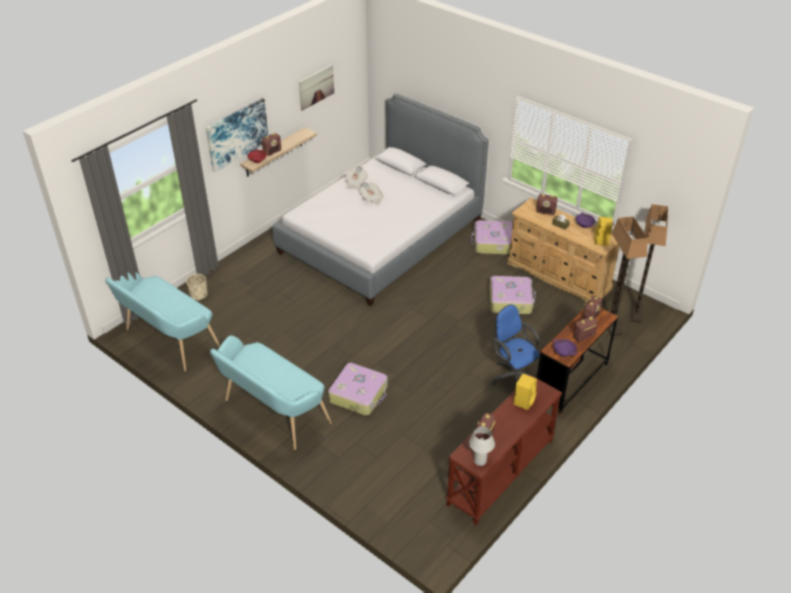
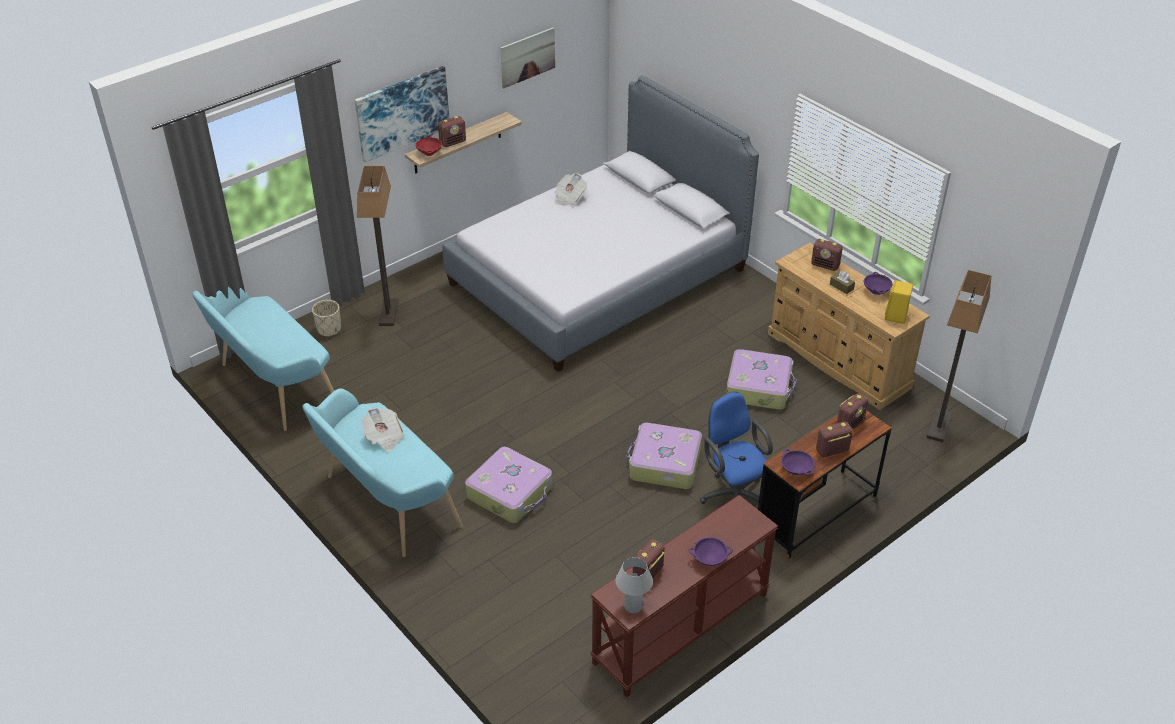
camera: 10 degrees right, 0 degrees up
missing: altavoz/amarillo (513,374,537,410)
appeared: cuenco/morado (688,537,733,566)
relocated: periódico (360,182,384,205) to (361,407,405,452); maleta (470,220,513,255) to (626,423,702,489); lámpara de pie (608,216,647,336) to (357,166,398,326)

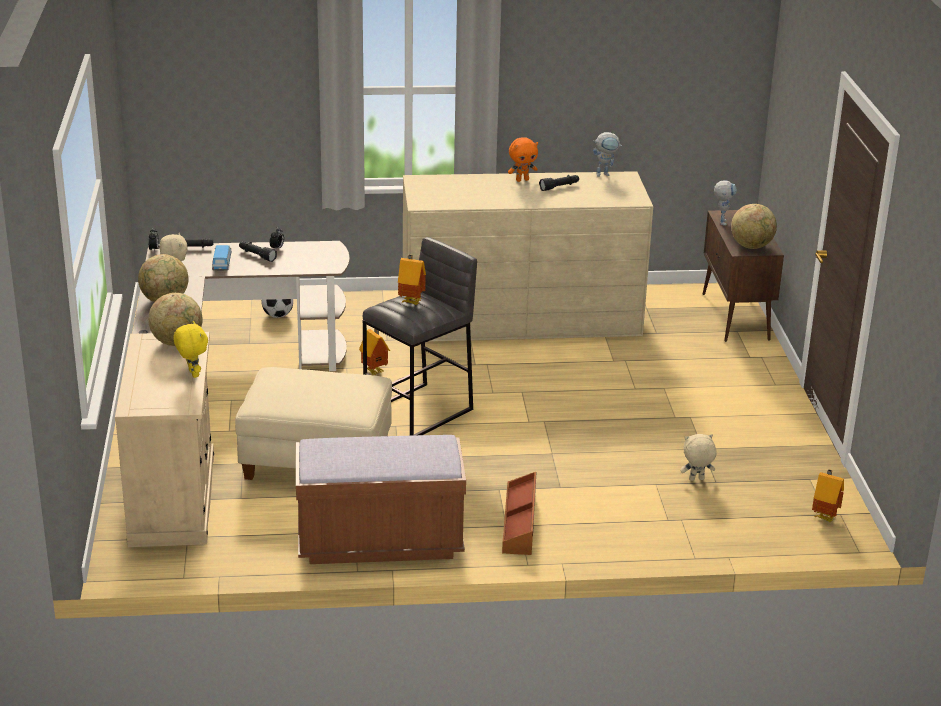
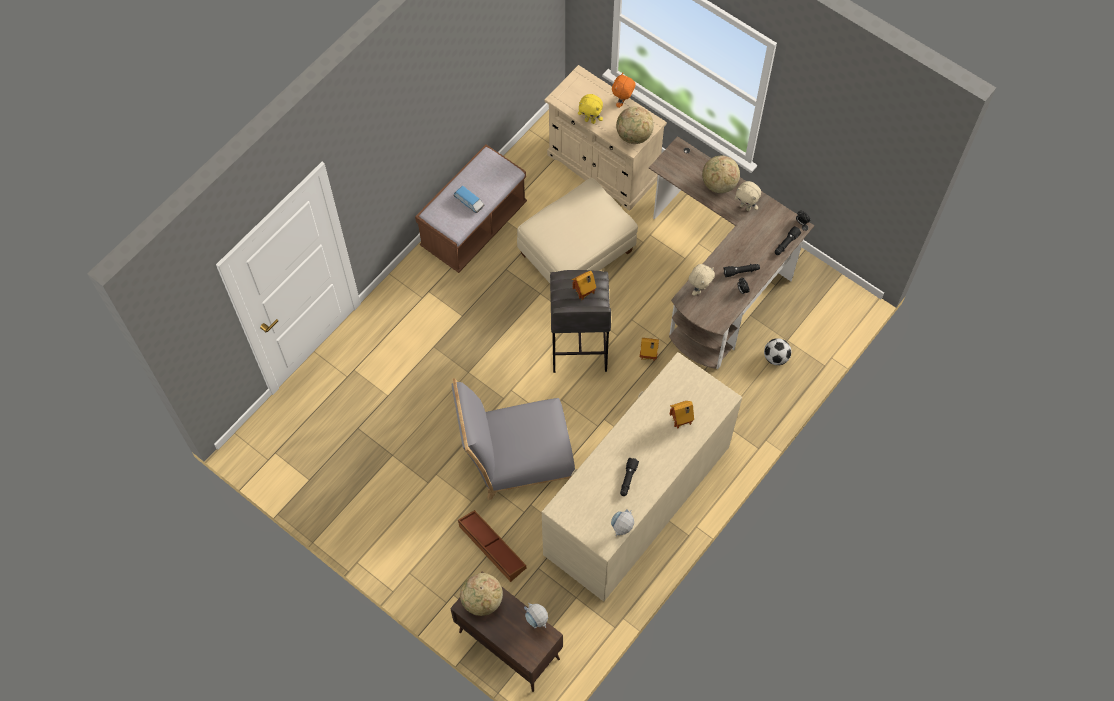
camera: 135 degrees right, 35 degrees up
appeared: silla/gris (451,378,575,500)
relocated: coche de juguete (212,245,232,270) to (454,185,485,213); caja de almacenaje/marrón (502,472,537,555) to (458,510,526,582); peluche/naranja (508,138,538,182) to (612,73,636,108); peluche/beis (680,434,717,481) to (689,264,715,296); casita (812,469,844,523) to (670,401,694,429)

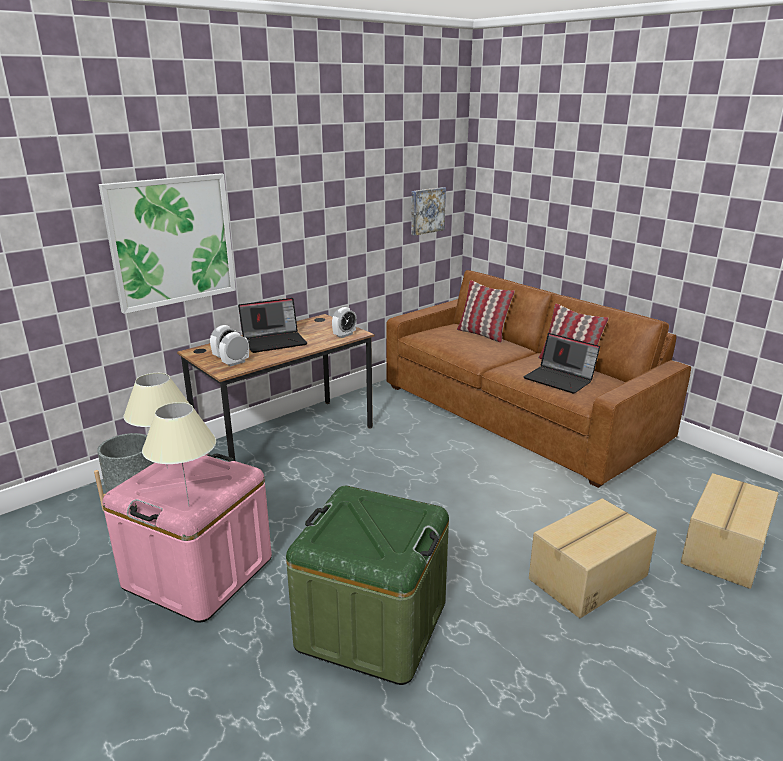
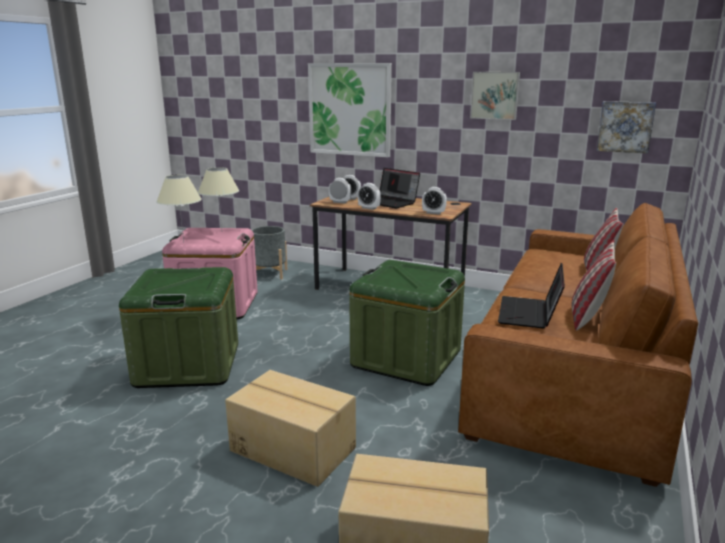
camera: 65 degrees right, 5 degrees down
appeared: caja de almacenaje/verde (349,260,465,386); despertador (357,183,381,210); cuadro (470,72,520,120)

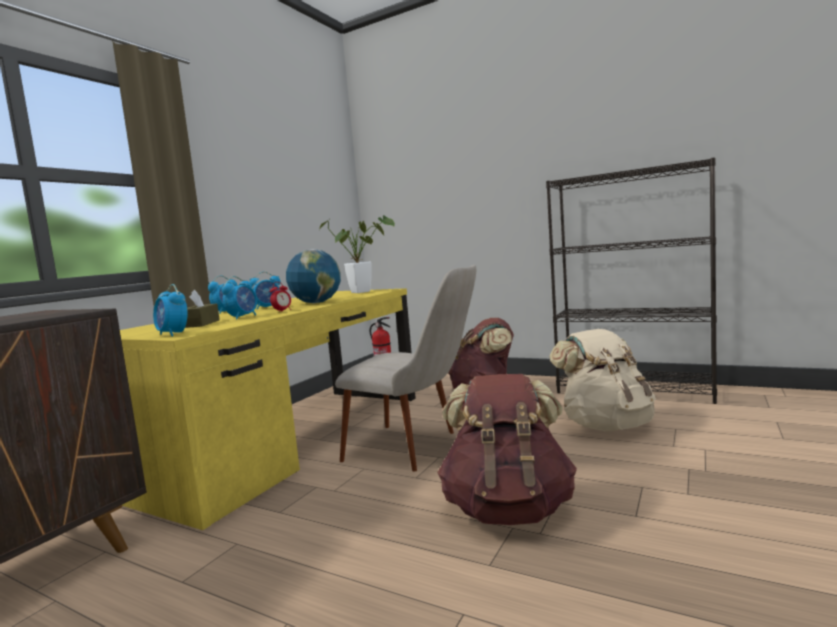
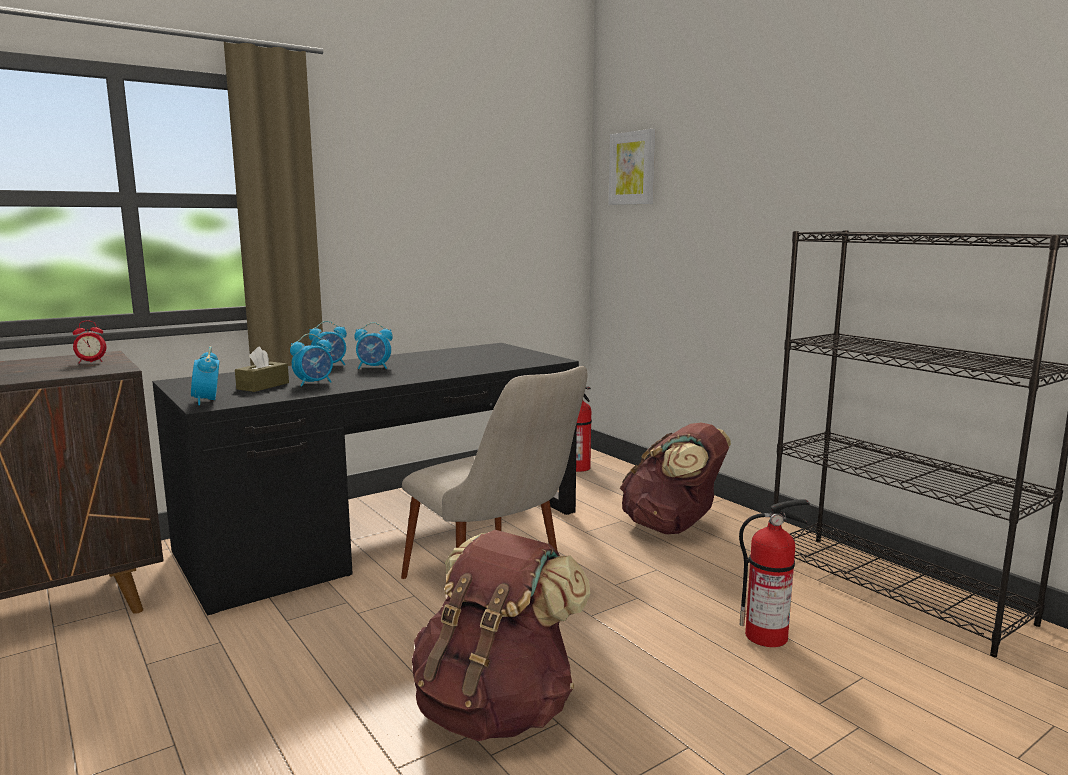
camera: 25 degrees right, 5 degrees up
missing: globo terráqueo (286,249,341,303); planta en maceta (320,215,395,293)
appeared: cuadro (609,129,655,205)
relocated: despertador (270,282,291,312) to (73,321,106,364)
exchanged: mochila/beis (549,329,656,431) to extintor (739,499,810,647)
colour: escritorio/amarillo (120,288,416,530) to escritorio/negro (152,343,579,616)

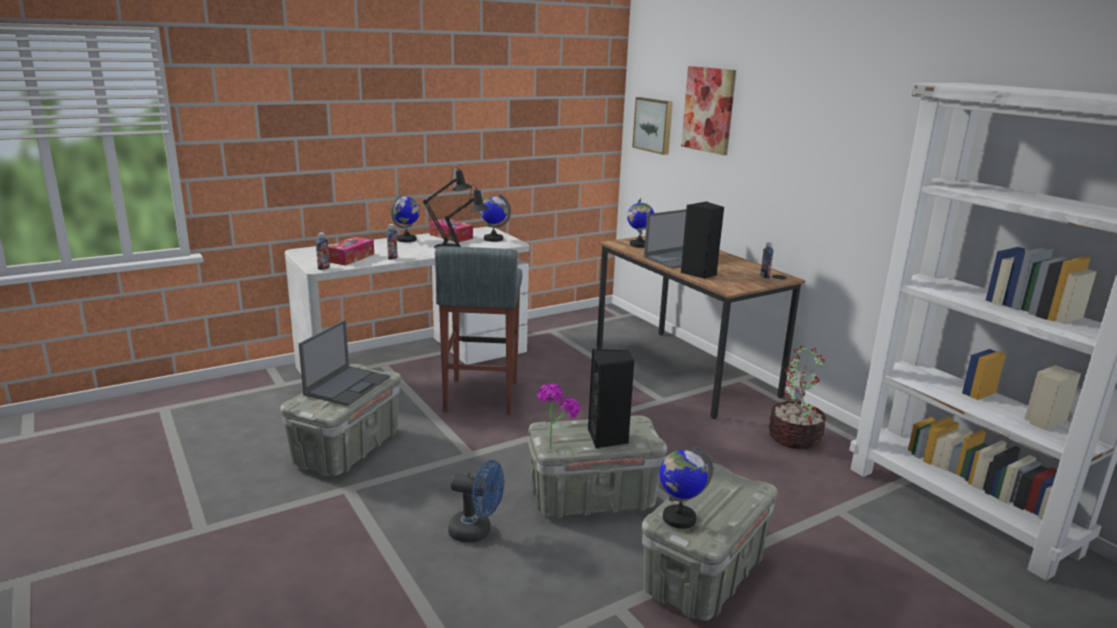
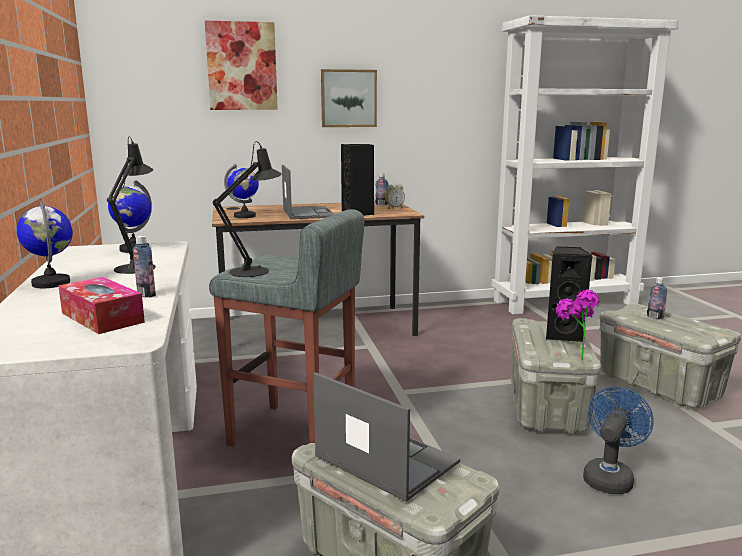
camera: 70 degrees left, 5 degrees down
missing: caja de pañuelos (429,218,473,242); globo terráqueo (659,447,713,529); planta en maceta (769,346,826,450)
appeared: despertador (385,184,405,209)
relocated: botella (316,233,330,270) to (647,278,667,319); cuadro (632,97,673,155) to (321,69,377,127)

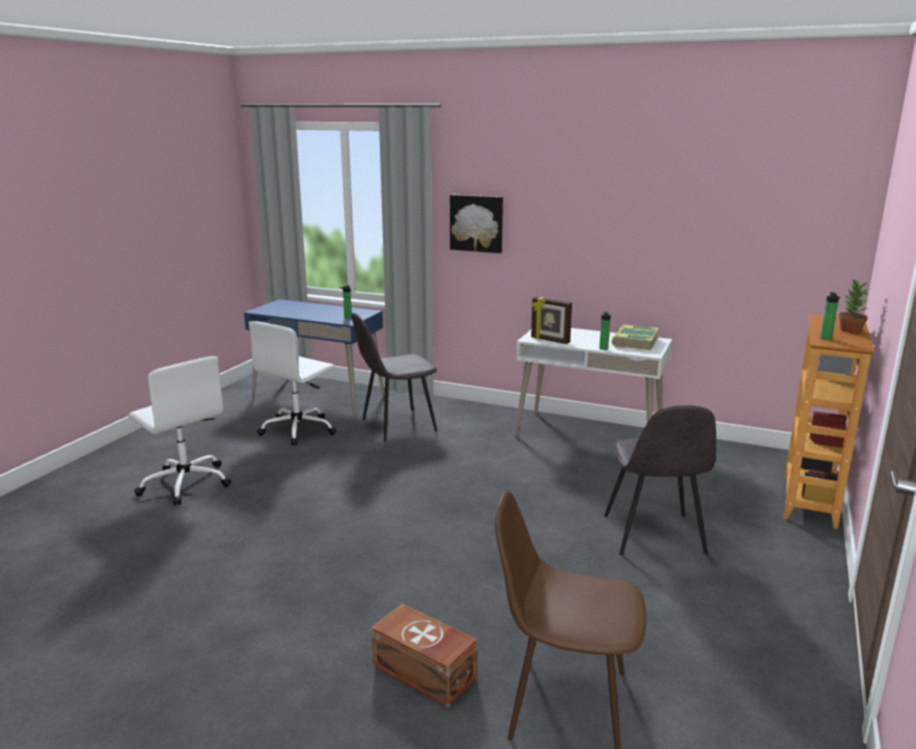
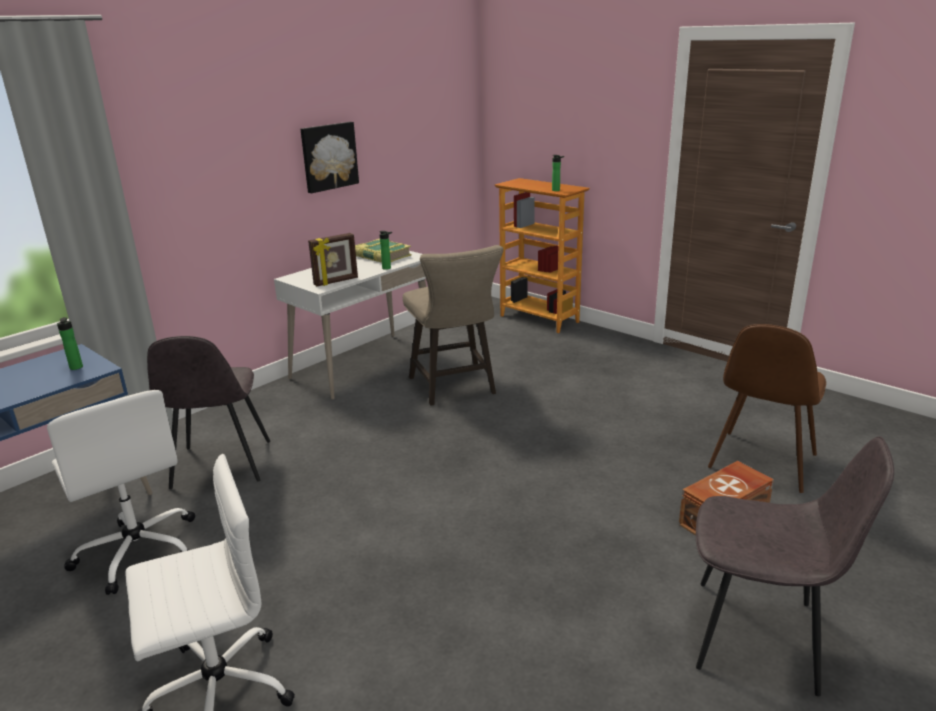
camera: 70 degrees left, 5 degrees up
missing: planta en maceta (838,279,871,333)
appeared: taburete/beis (403,245,503,406)
relocated: cuadro (450,195,503,253) to (300,122,359,193); silla/gris (604,405,716,555) to (696,436,894,696)

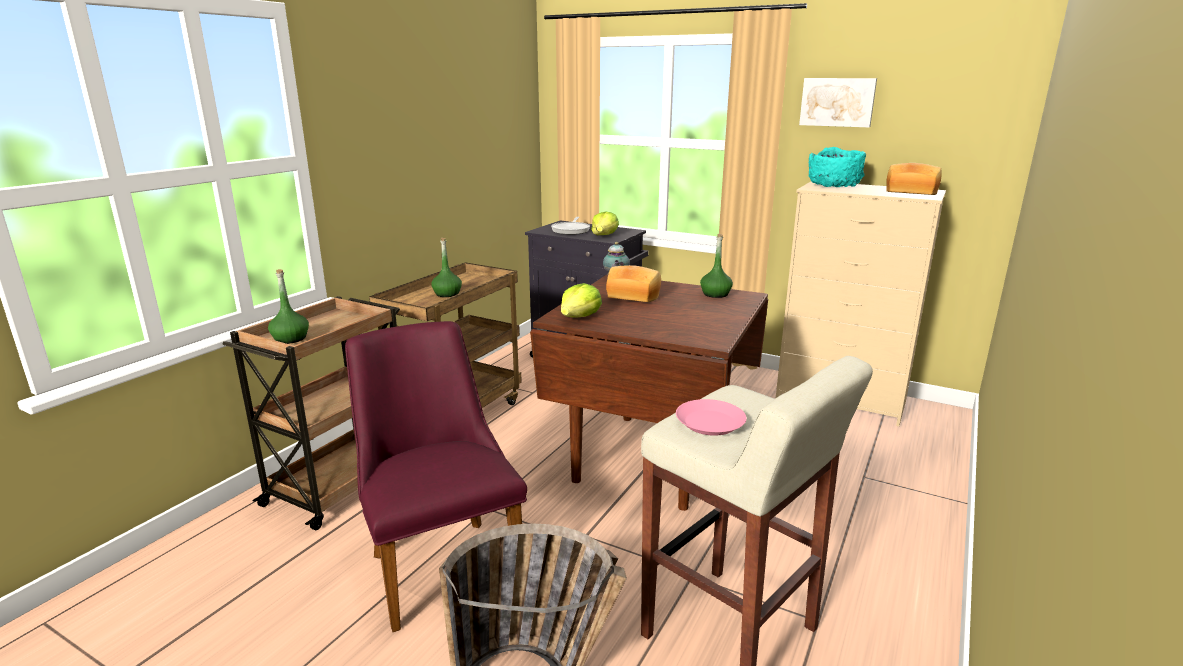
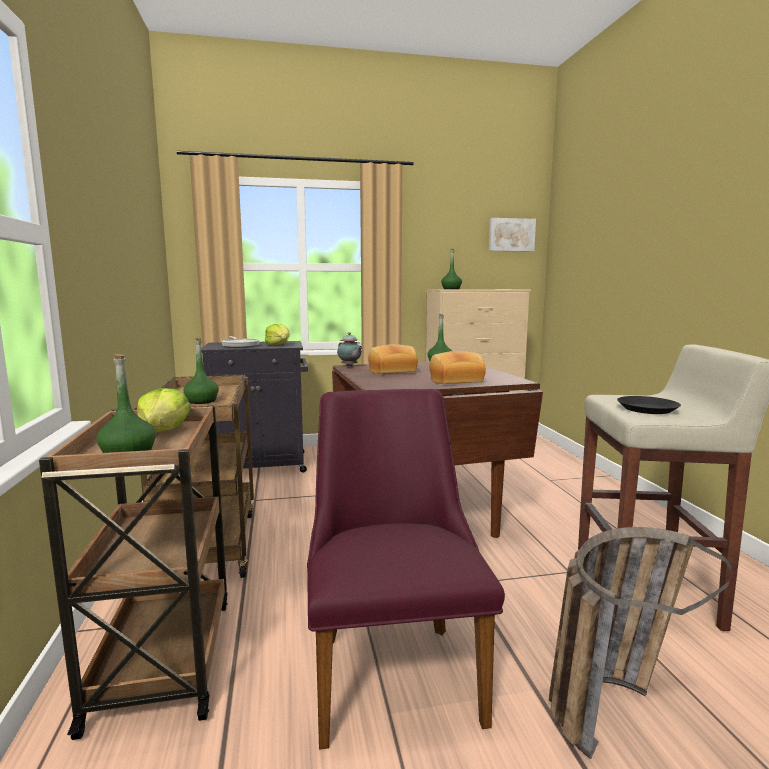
camera: 40 degrees left, 10 degrees down
relocated: lechuga (561,283,602,318) to (137,388,190,432); cuadro (799,78,877,127) to (489,218,536,252); pan (886,163,942,195) to (429,351,486,384)
exchanged: cuenco/turquesa (809,147,866,187) to botella/verde (441,249,462,289)
colour: plato/rosa (676,399,747,436) to plato/negro (617,396,681,414)
spun: silla/morado (345,321,527,632) = (307,389,505,750) 60 degrees clockwise

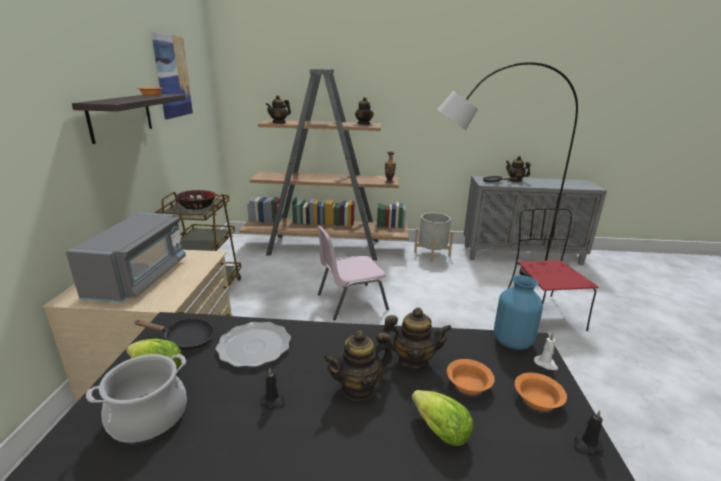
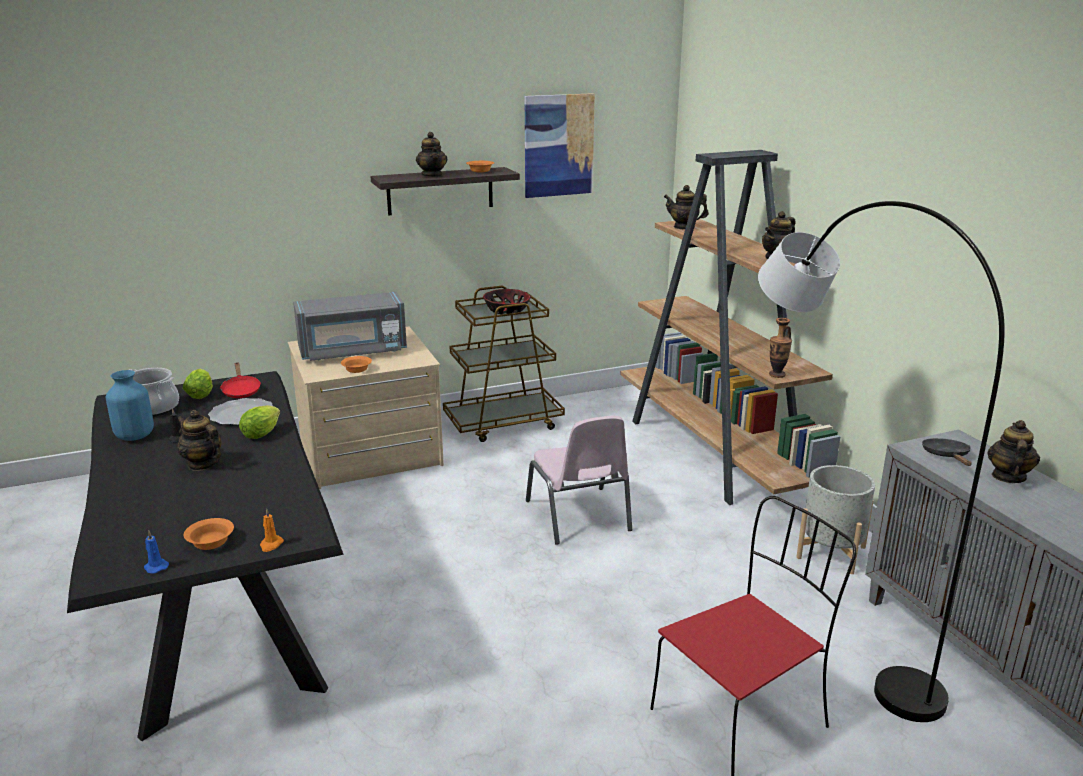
camera: 65 degrees right, 0 degrees up
relocated: tetera (382,307,452,371) to (416,132,447,177); lechuga (412,390,473,446) to (239,405,280,439); cuenco/naranja (447,359,495,395) to (341,356,372,373); florero/azul (494,275,543,350) to (106,370,154,441)
colour: sartén/negro (134,319,214,350) to sartén/rojo (220,362,261,398); vela/blanco (534,333,558,370) to vela/naranja (260,509,284,552); vela/negro (574,410,604,455) to vela/azul (144,531,169,574)
spun: silla/rosa (317,226,389,320) = (526,416,632,545) 150 degrees counterclockwise

